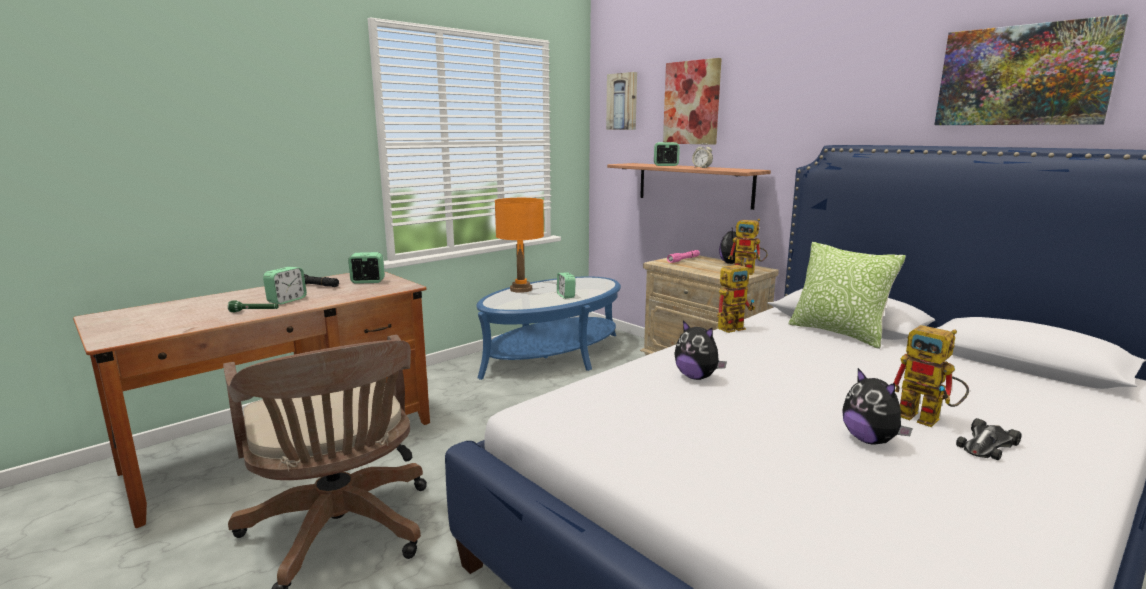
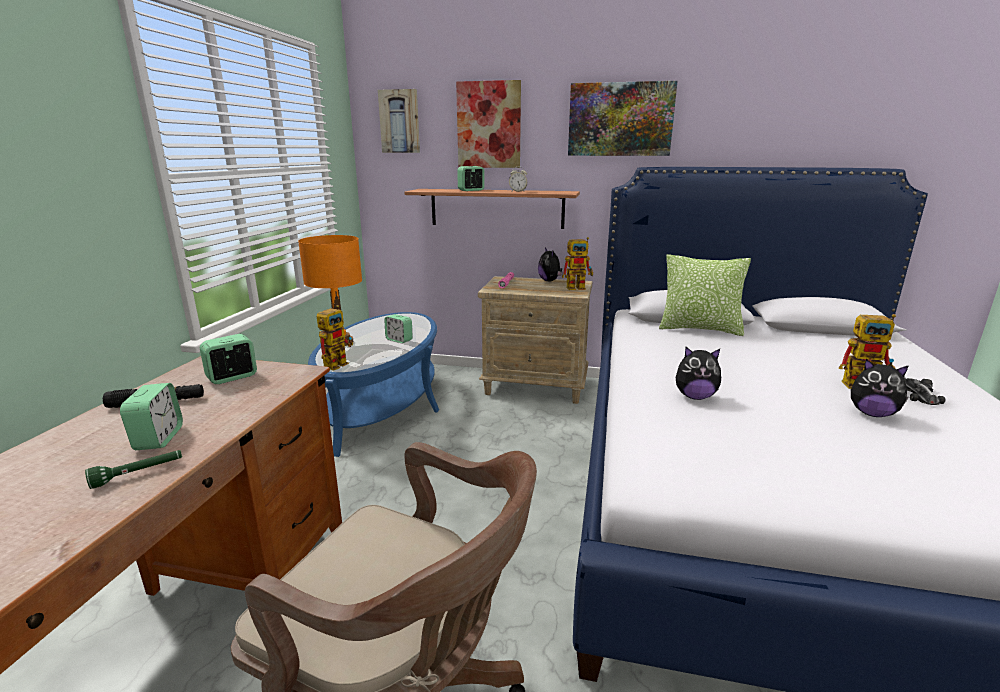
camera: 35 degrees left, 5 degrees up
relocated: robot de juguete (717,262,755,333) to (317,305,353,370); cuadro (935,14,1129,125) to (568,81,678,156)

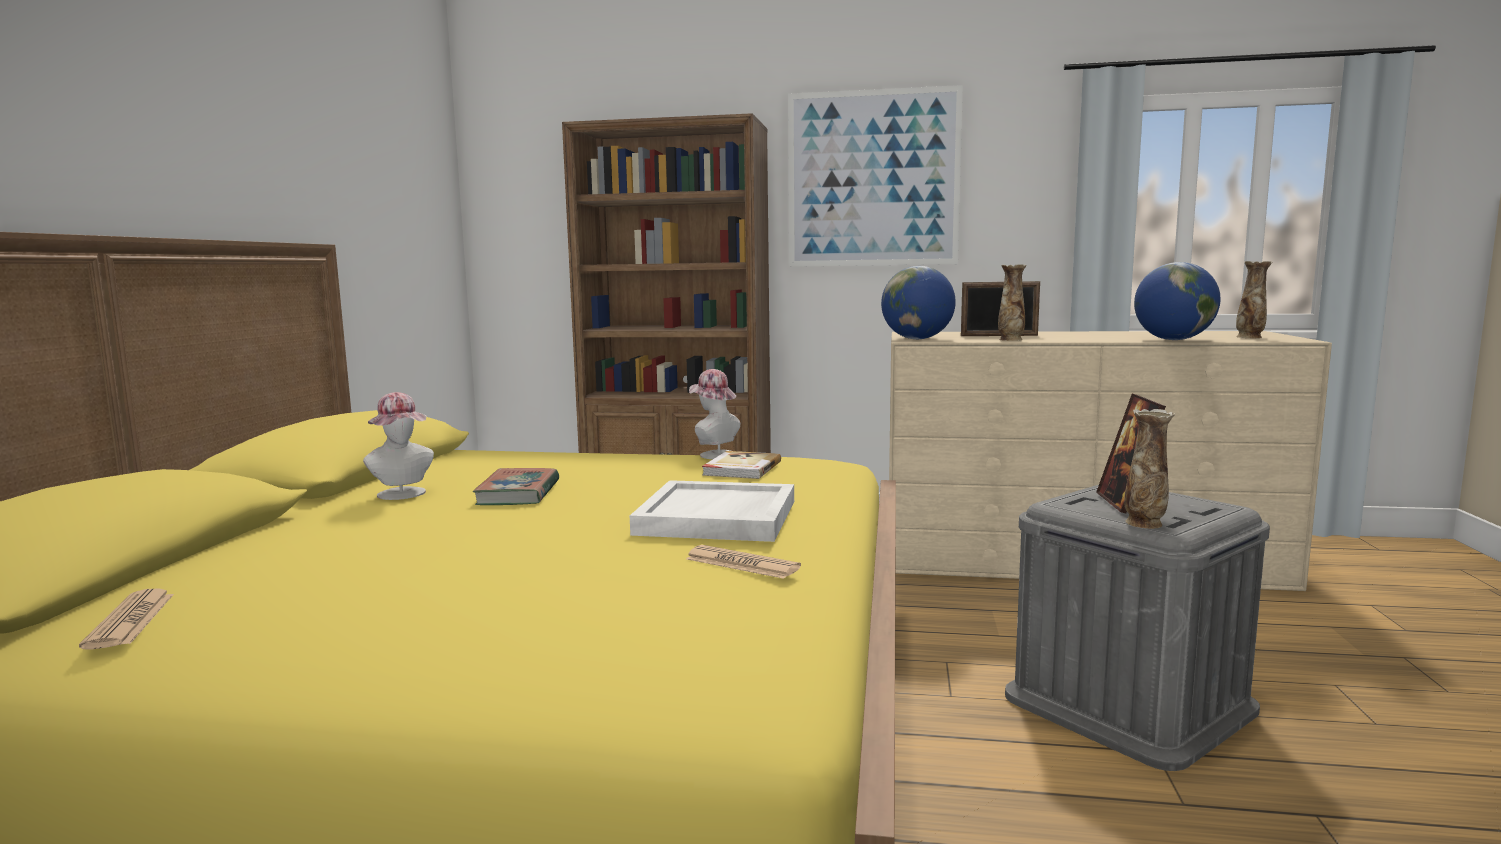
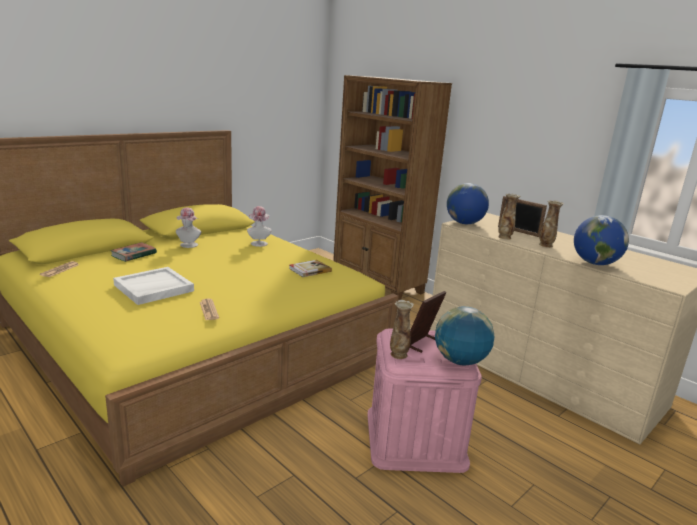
camera: 35 degrees right, 10 degrees up
missing: cuadro (788,85,963,267)
appeared: globo terráqueo (435,306,494,366)
relocated: libro (473,468,559,505) to (110,242,157,262); bandeja/blanco (630,480,794,542) to (113,267,194,305); sombrero (689,369,741,459) to (247,206,271,247); florero (1236,261,1272,339) to (539,200,564,248)
colour: caja de almacenaje/gris (1005,485,1270,771) to caja de almacenaje/rosa (367,328,482,473)

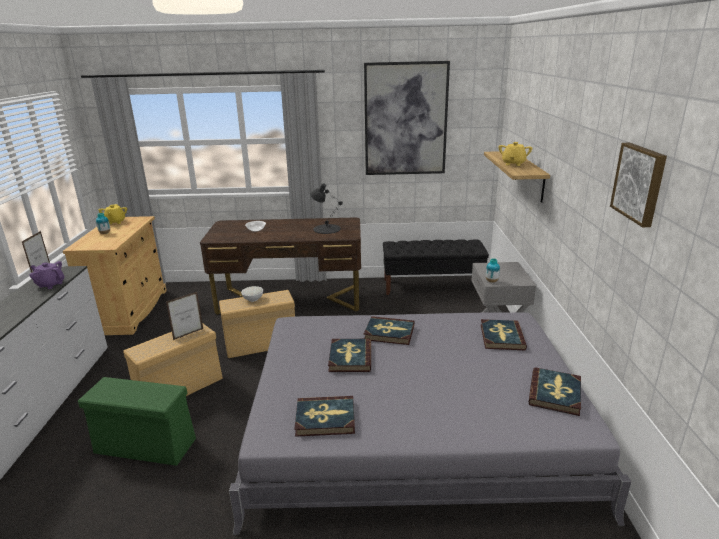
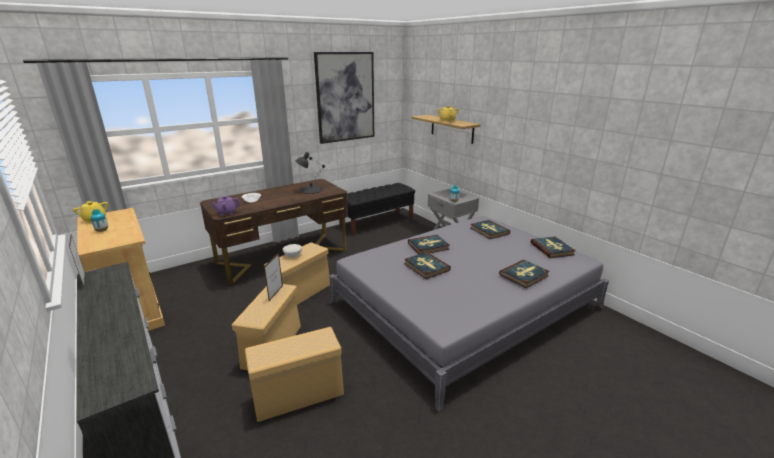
camera: 35 degrees left, 0 degrees up
missing: cuadro (610,143,667,227)
relocated: tetera/morado (29,261,64,289) to (210,195,241,216); libro (294,396,355,437) to (499,260,550,288)
colour: caja de almacenaje/verde (78,377,196,466) to caja de almacenaje/beis (245,327,344,422)

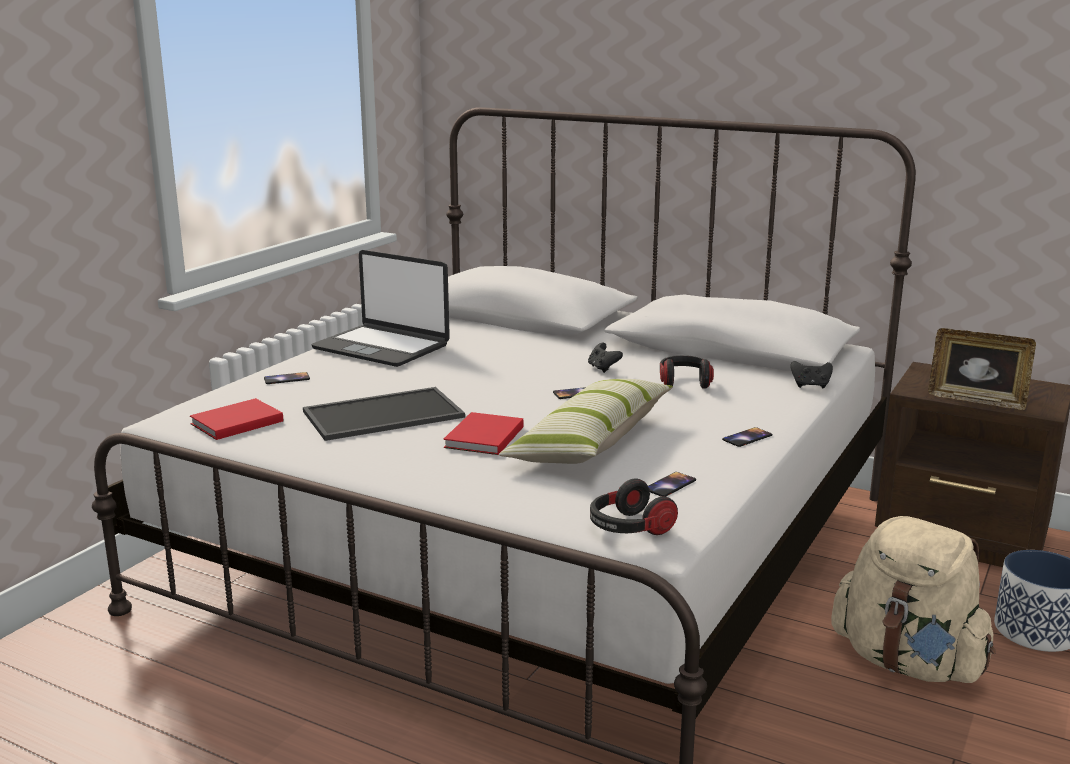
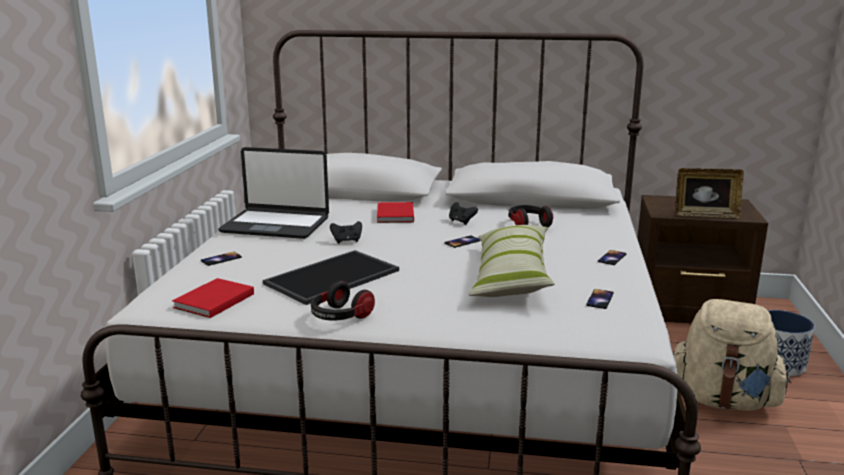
camera: 20 degrees left, 0 degrees up
relocated: libro/rojo (443,412,524,455) to (377,202,414,223); auriculares (590,478,678,535) to (311,280,375,321); mando de consola/negro (790,361,833,388) to (330,221,362,243)

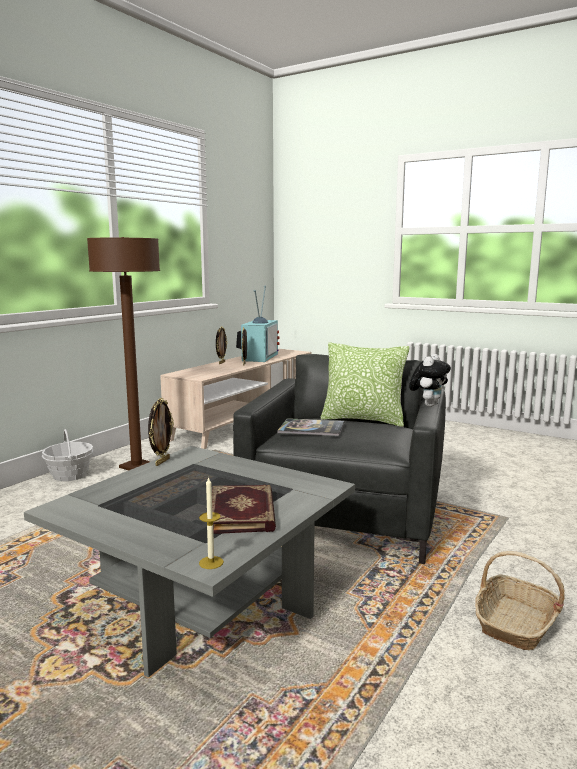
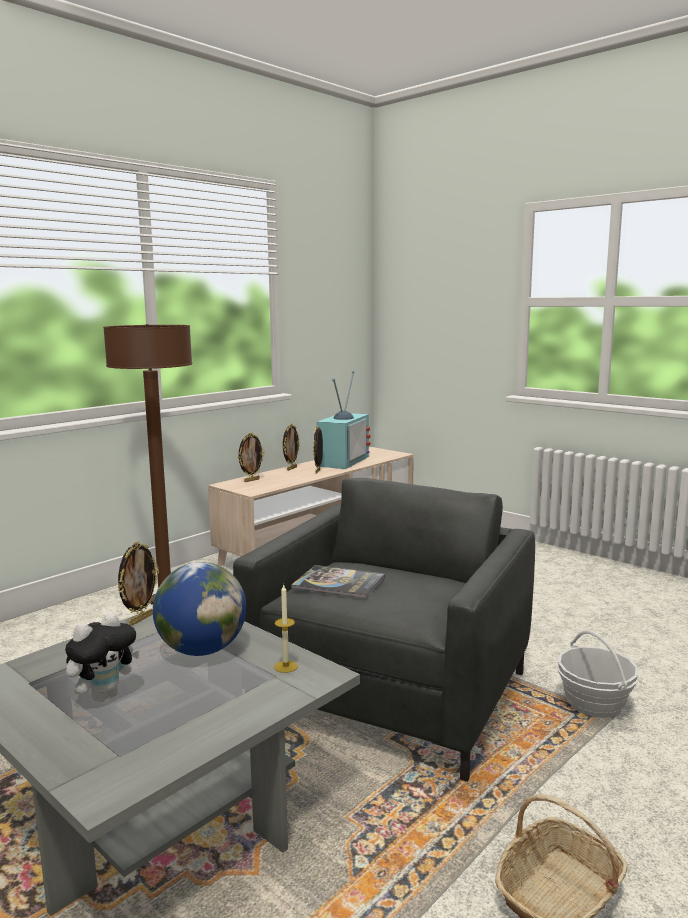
camera: 10 degrees right, 0 degrees up
missing: libro (212,484,276,534); cojín (320,343,409,427)
appeared: globo terráqueo (153,562,246,656); portarretratos (238,433,265,482)
relocated: cesta (42,429,93,481) to (557,630,639,718); vela (199,476,224,569) to (274,585,298,673); peluche (409,354,451,407) to (65,613,140,702)

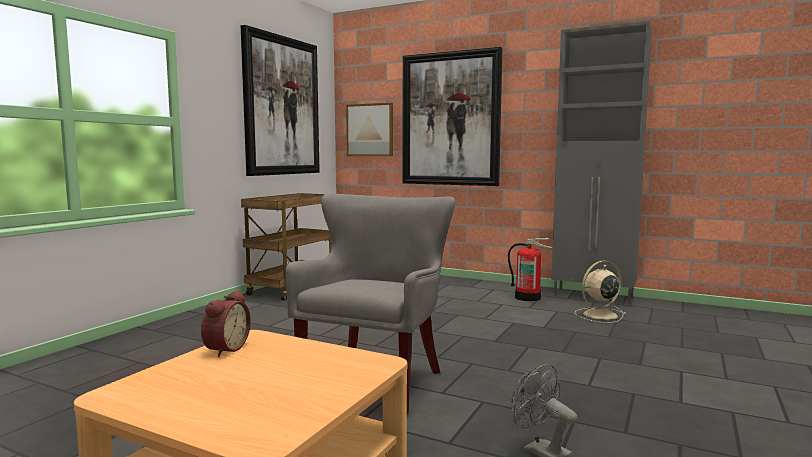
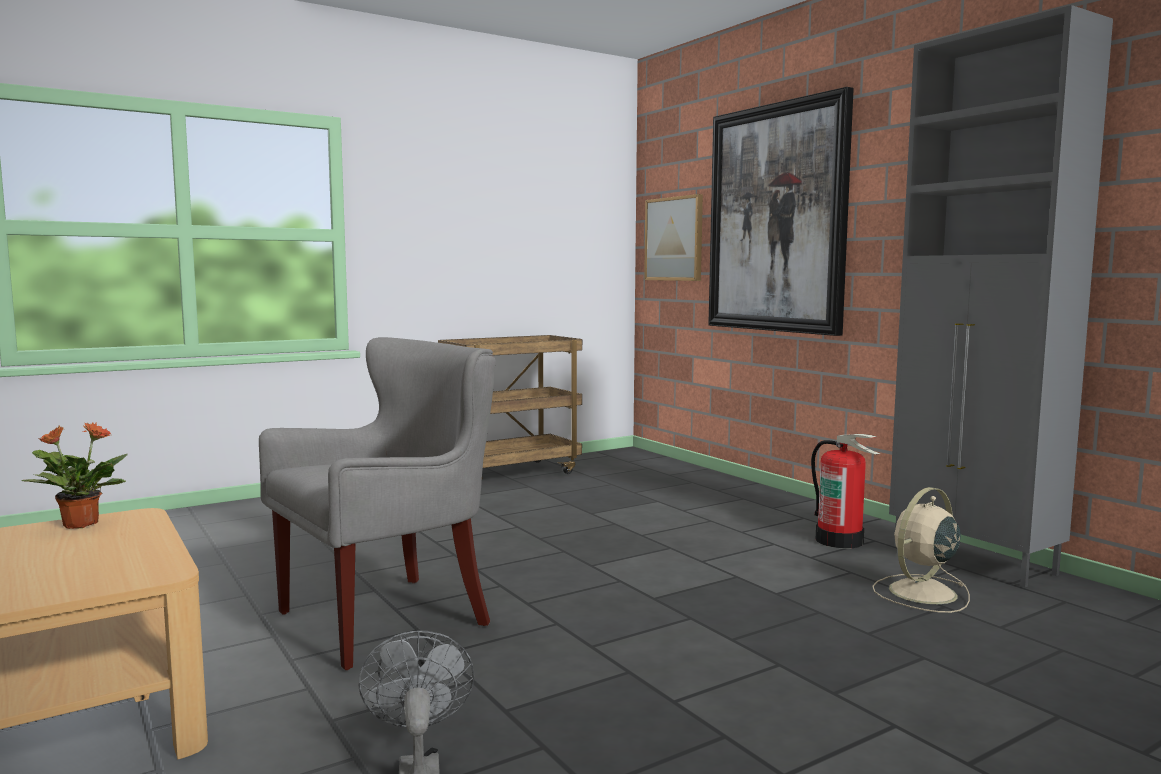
camera: 30 degrees right, 0 degrees up
missing: cuadro (241,25,320,176)
exchanged: despertador (201,290,251,357) to planta en maceta (23,422,128,529)
spun: ventilador/beis (574,261,626,323) = (873,487,970,613) 45 degrees counterclockwise

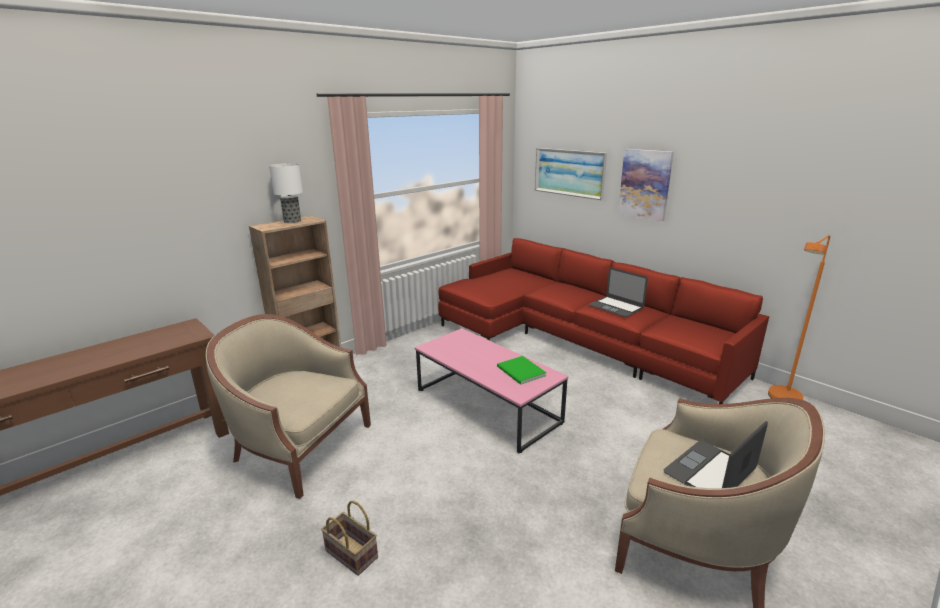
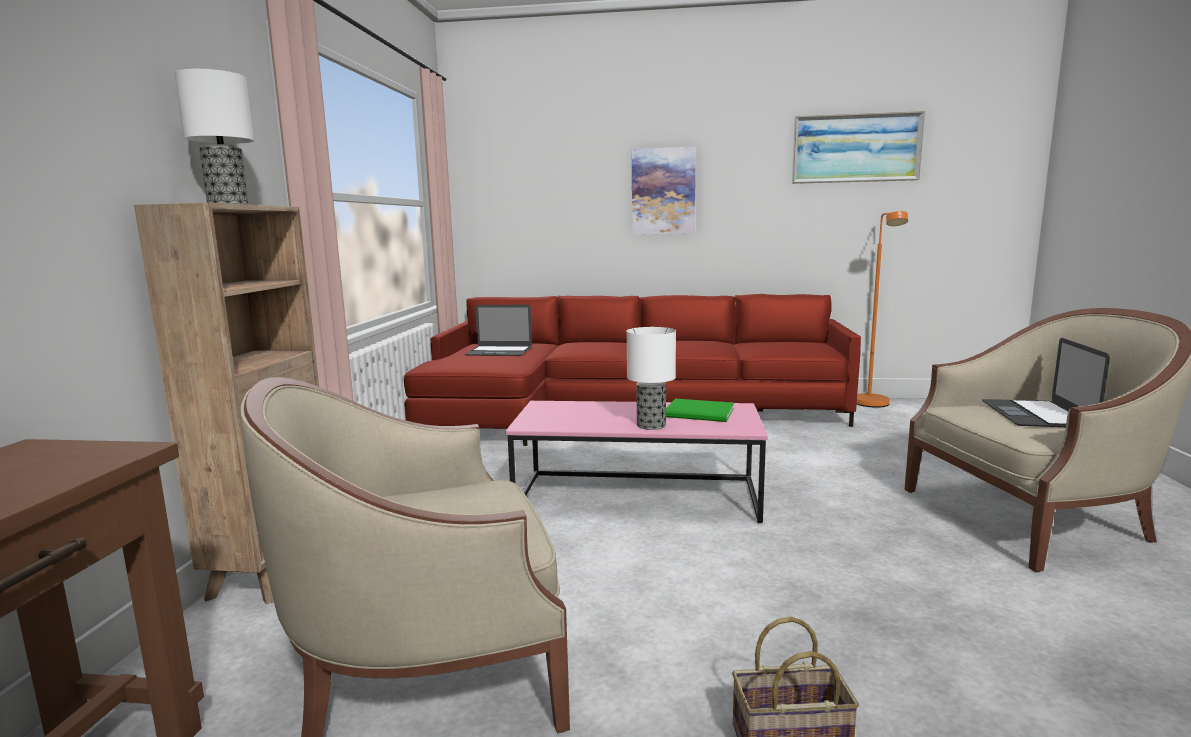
camera: 40 degrees left, 10 degrees down
appeared: lámpara de mesa (627,327,676,430)
relocated: cuadro (535,148,607,200) to (792,111,925,184); portátil (589,268,648,317) to (465,305,532,356)

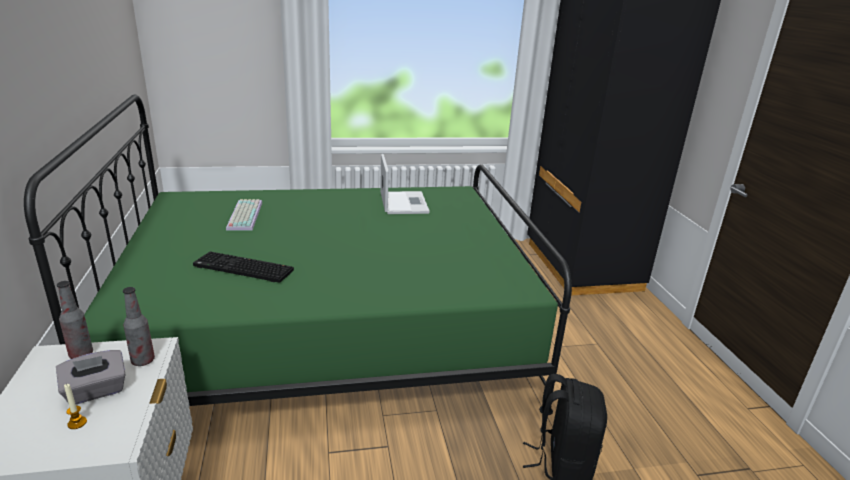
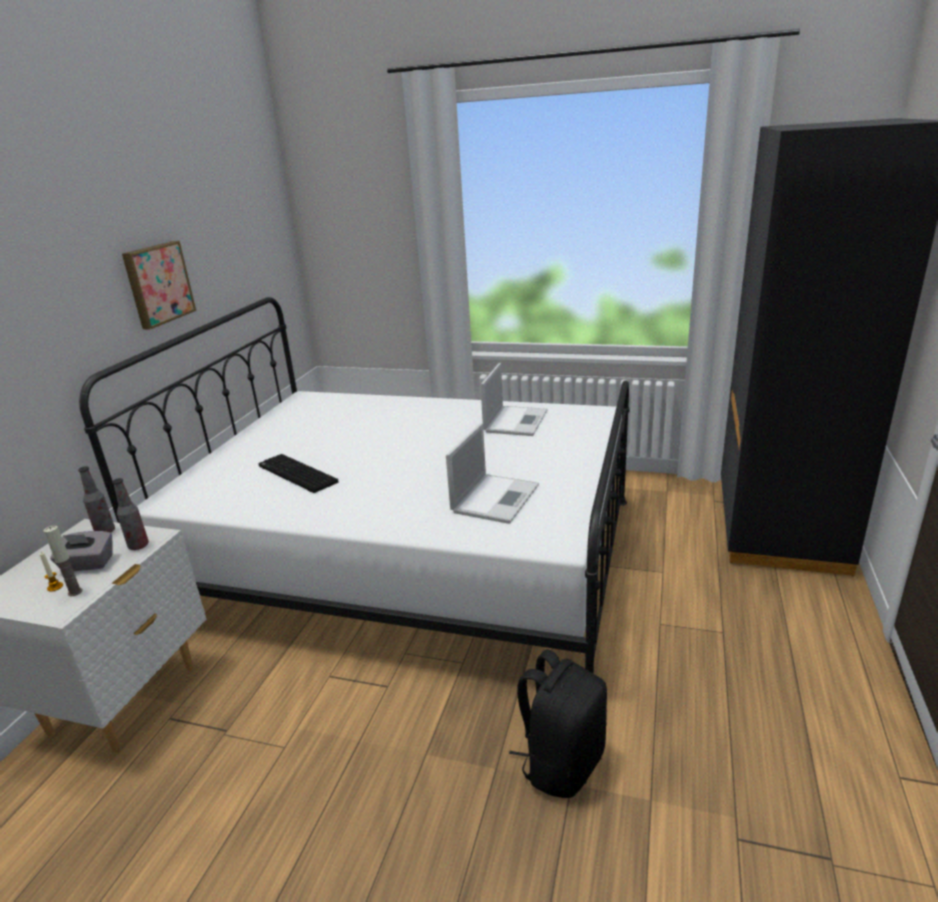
camera: 30 degrees right, 0 degrees up
missing: teclado (226,199,262,231)
appeared: vela (43,525,82,596); cuadro (122,241,196,329); portátil (446,423,539,524)
colour: cama/verde (24,94,572,415) to cama/blanco (79,297,630,674)

